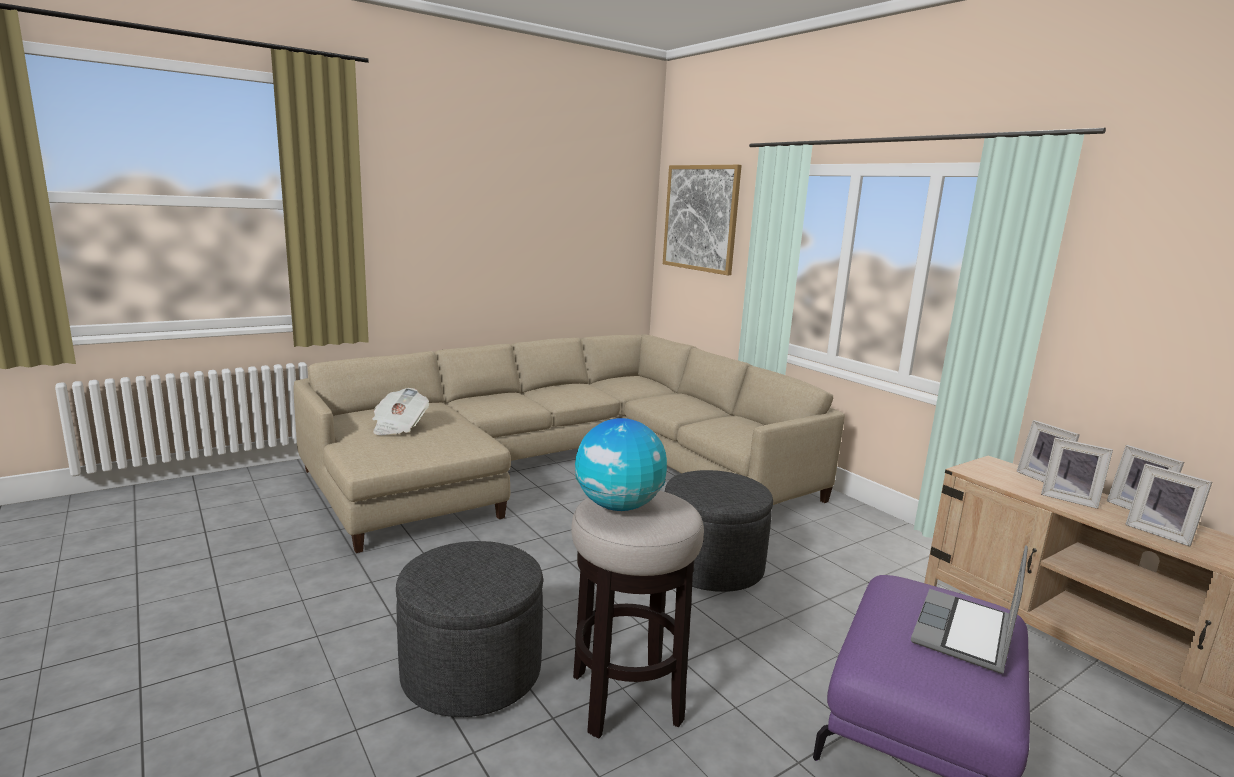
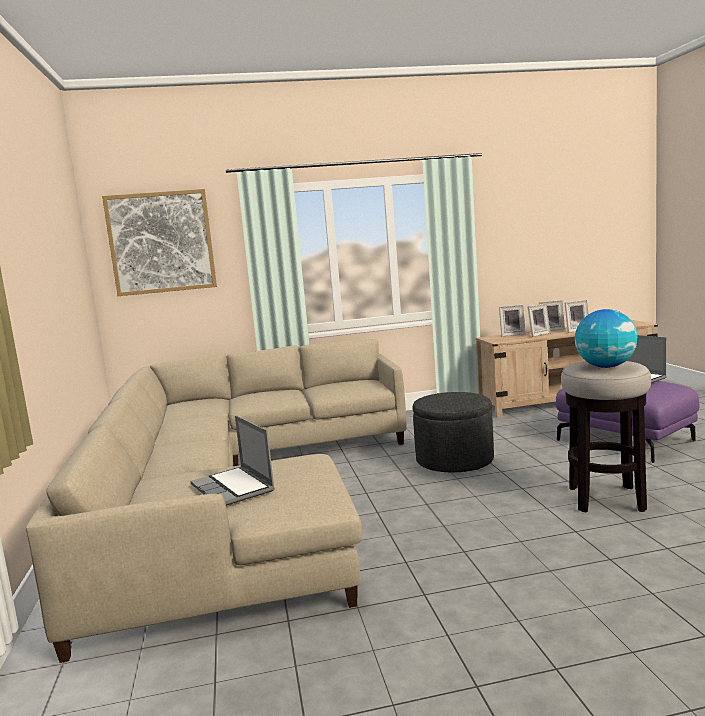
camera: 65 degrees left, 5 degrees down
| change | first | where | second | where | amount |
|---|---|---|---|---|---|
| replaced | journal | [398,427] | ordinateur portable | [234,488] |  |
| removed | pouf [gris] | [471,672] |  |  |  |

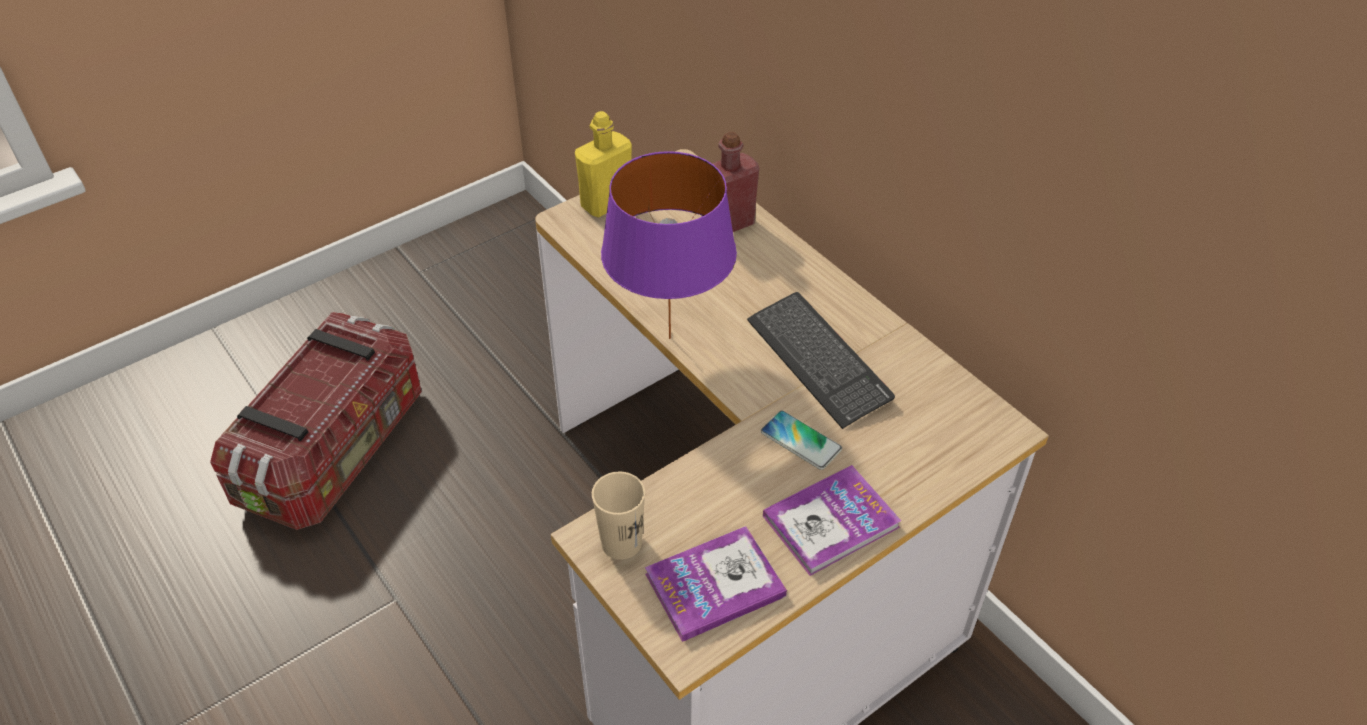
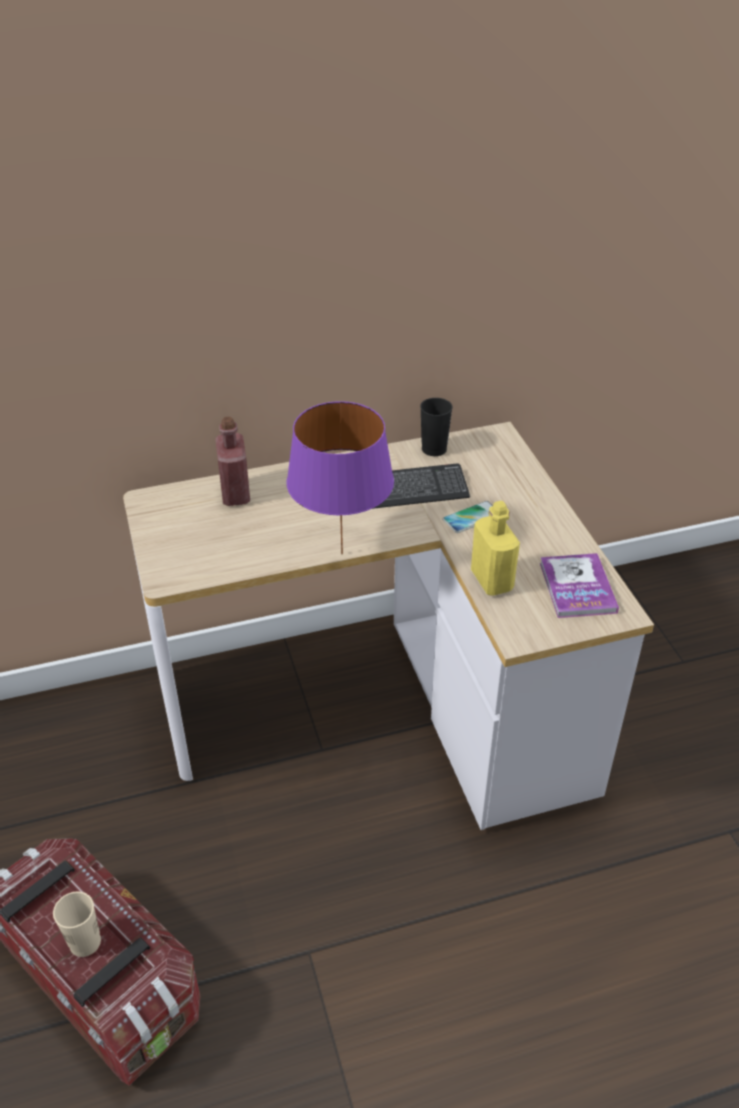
camera: 70 degrees left, 5 degrees down
| change | first | where | second | where | amount |
|---|---|---|---|---|---|
| moved | bouteille [jaune] | [606,203] |  | [491,580] |  |
| removed | livre | [831,521] |  |  |  |
| moved | tasse [beige] | [621,542] |  | [85,942] |  |
| added |  |  | tasse [noir] | [434,449] |  |

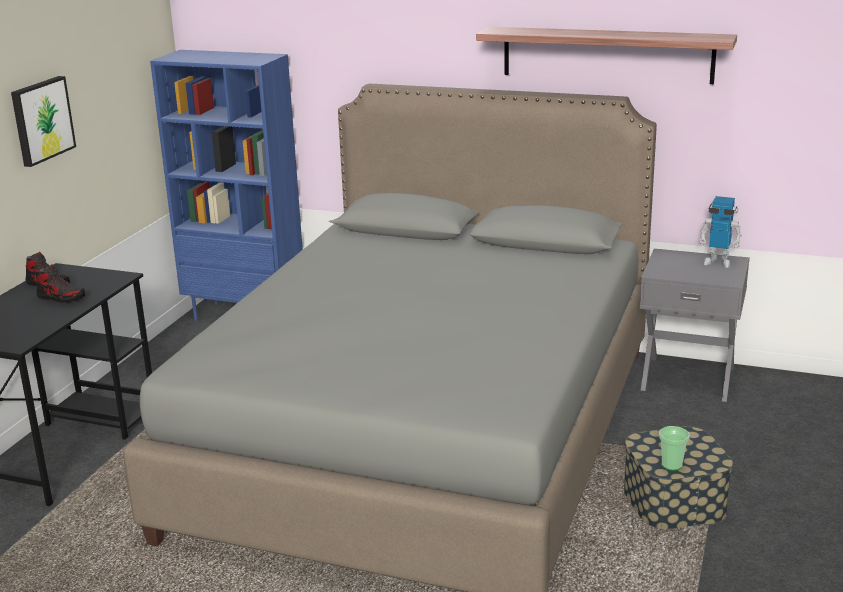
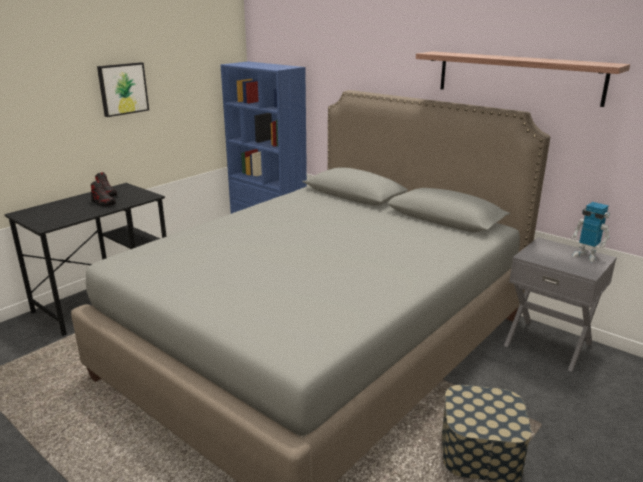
camera: 20 degrees right, 0 degrees up
| change | first | where | second | where | amount |
|---|---|---|---|---|---|
| removed | tasse | [672,465] |  |  |  |

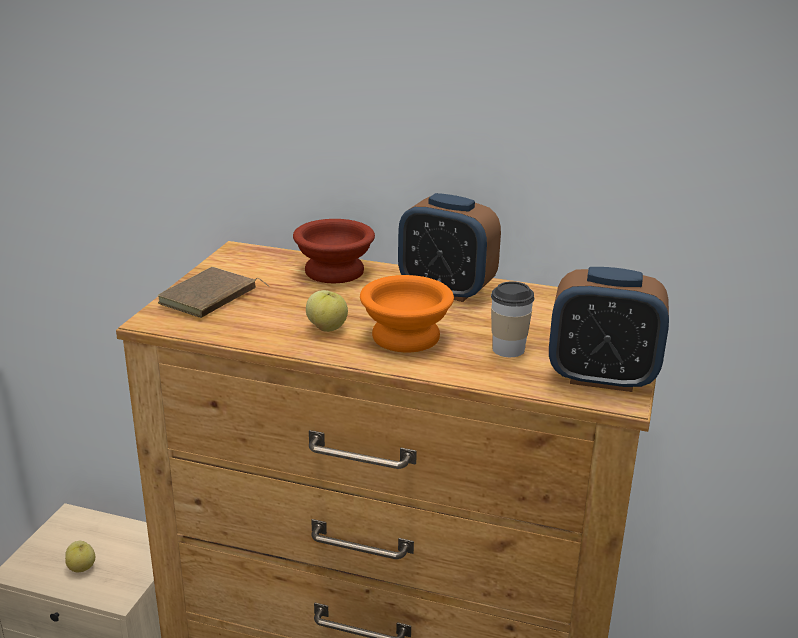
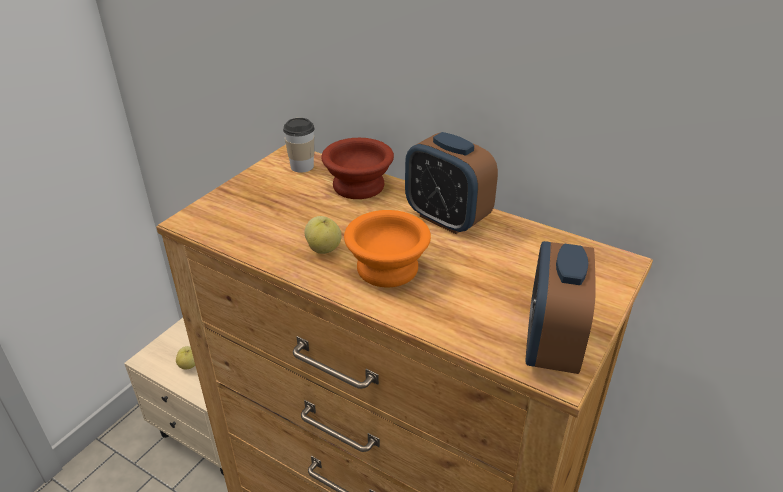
camera: 15 degrees right, 10 degrees up
| change | first | where | second | where | amount |
|---|---|---|---|---|---|
| removed | livre [marron] | [210,298] |  |  |  |
| turned | réveil | [601,378] |  | [550,346] | 75 degrees clockwise |
| moved | tasse | [508,349] |  | [302,166] |  |

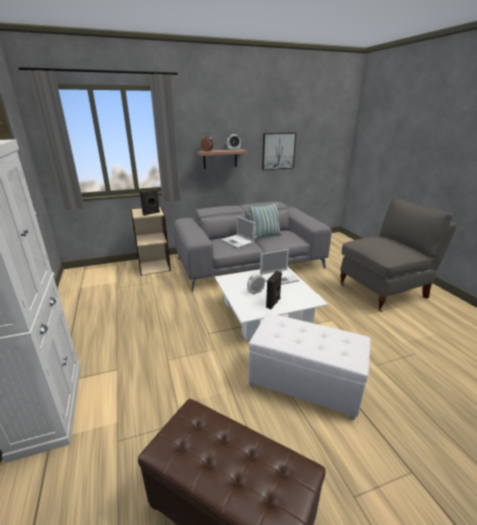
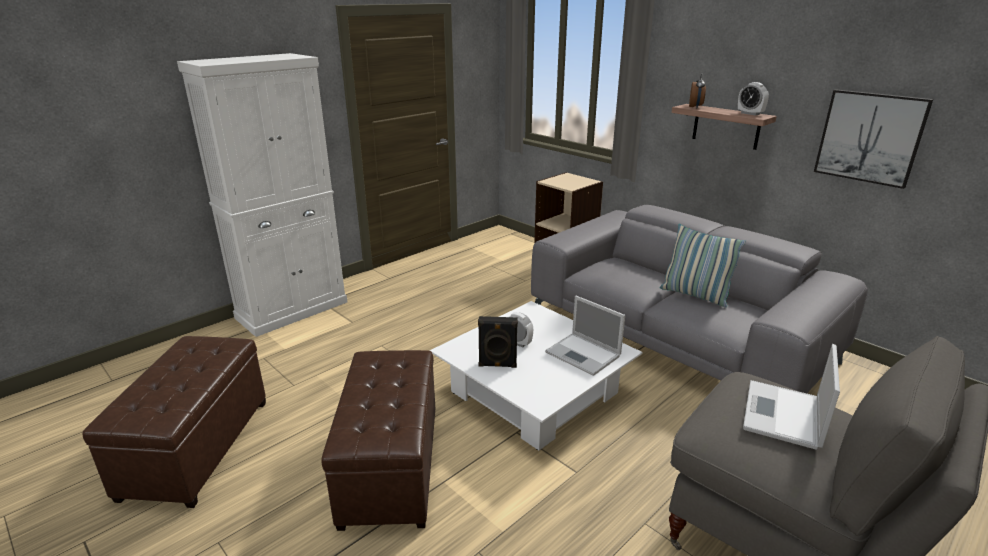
camera: 65 degrees right, 0 degrees up
| change | first | where | second | where | amount |
|---|---|---|---|---|---|
| removed | enceinte [noir] | [151,213] |  |  |  |
| moved | ordinateur portable | [238,241] |  | [783,415] |  |
| recoloured | pouf [blanc] | [304,383] | pouf [marron] | [390,467] |  |

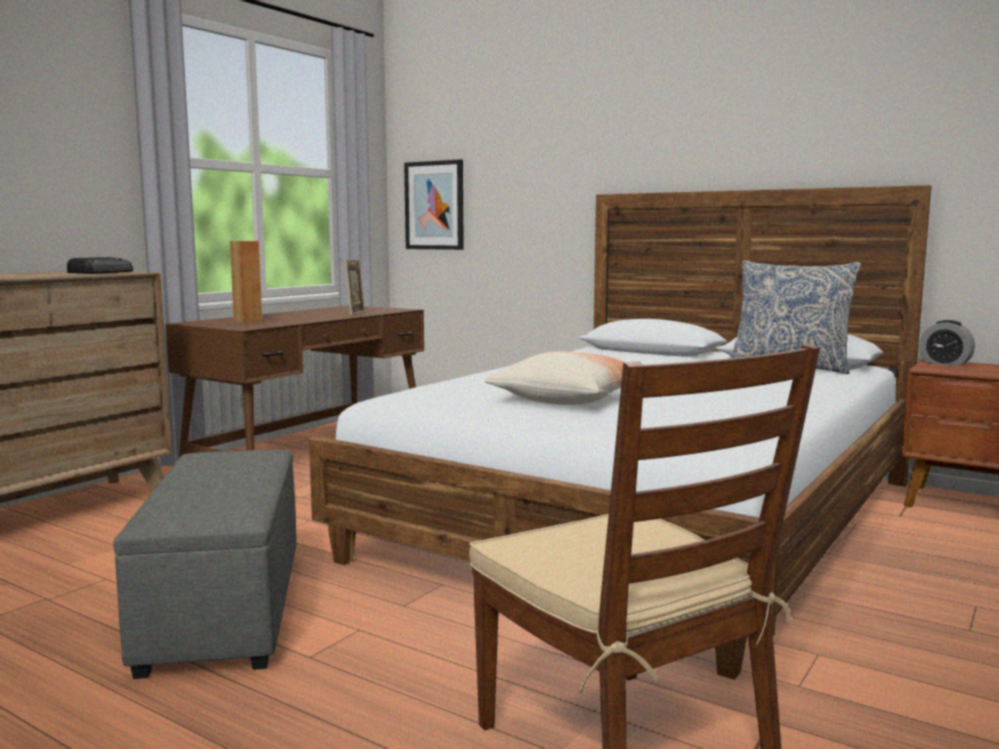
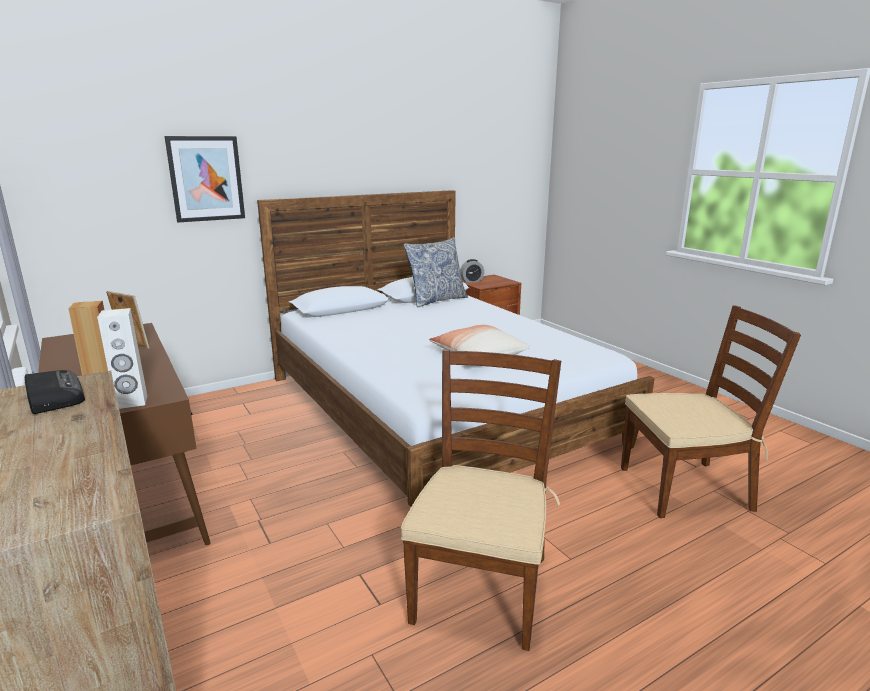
camera: 65 degrees left, 10 degrees up
| change | first | where | second | where | amount |
|---|---|---|---|---|---|
| moved | tableau | [434,205] |  | [206,179] |  |
| replaced | pouf [gris] | [224,609] | chaise [marron] | [480,587] |  |
| added |  |  | enceinte [blanc] | [132,402] |  |

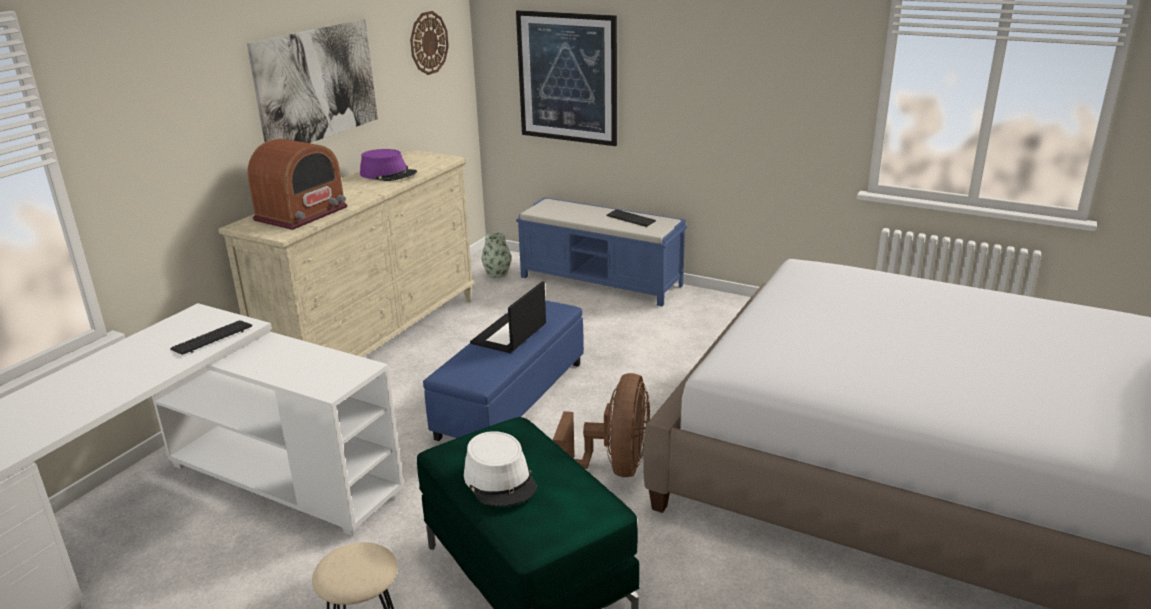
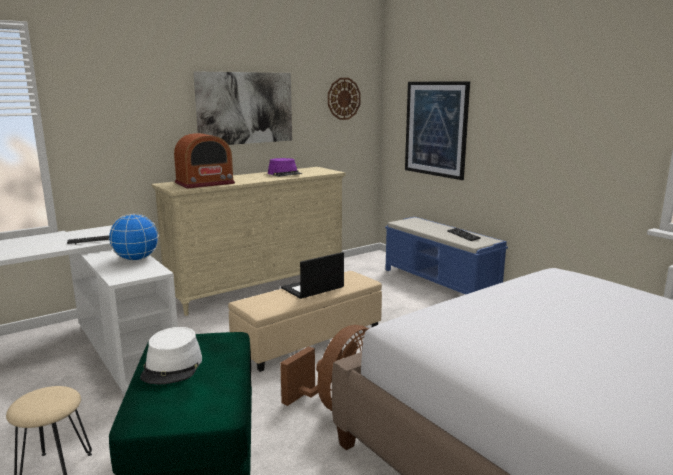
camera: 25 degrees right, 10 degrees down
| change | first | where | second | where | amount |
|---|---|---|---|---|---|
| removed | vase | [497,273] |  |  |  |
| recoloured | pouf [bleu] | [513,399] | pouf [beige] | [309,340] |  |
| added |  |  | globe | [136,259] |  |

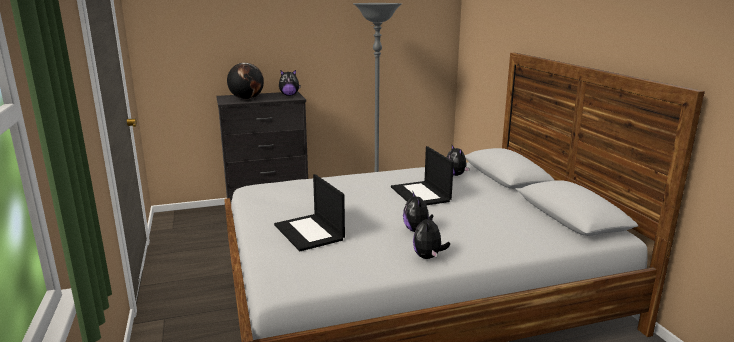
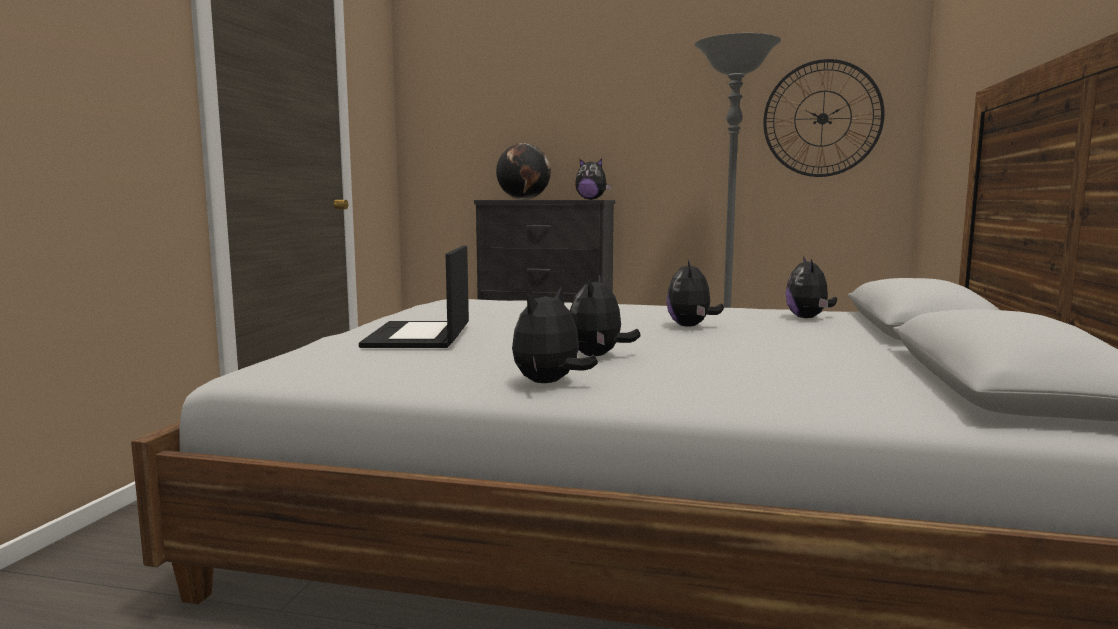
camera: 30 degrees right, 10 degrees down
| change | first | where | second | where | amount |
|---|---|---|---|---|---|
| replaced | ordinateur portable | [421,194] | peluche | [691,326] |  |
| added |  |  | horloge murale | [822,118] |  |

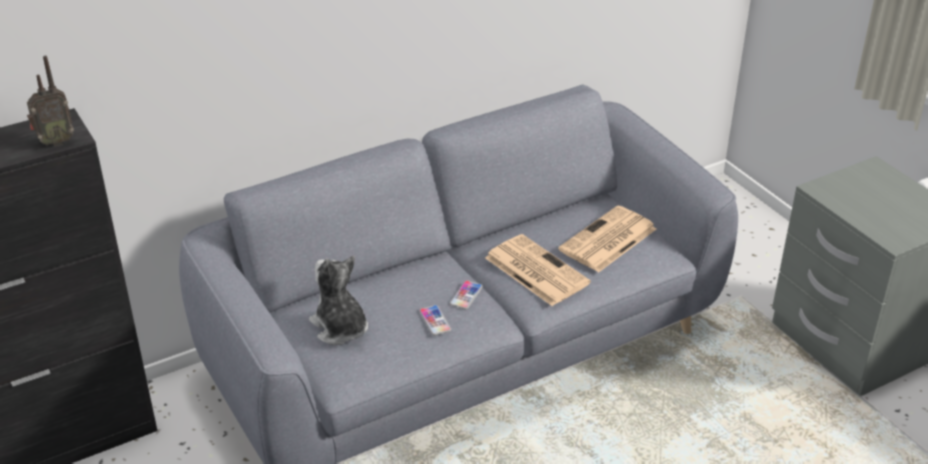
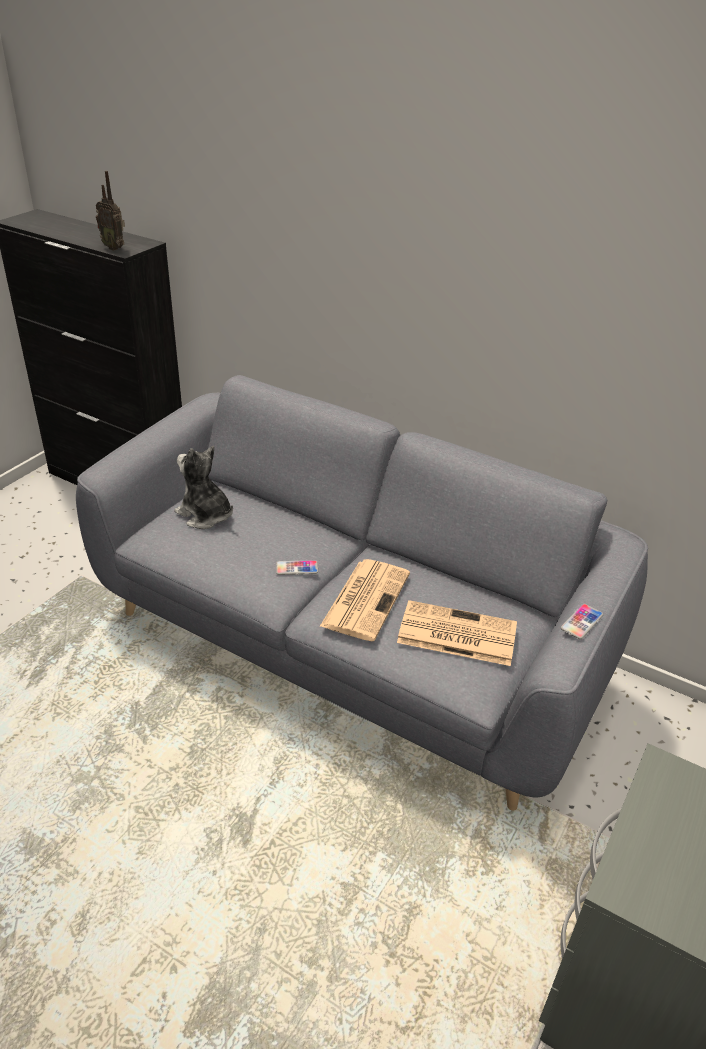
camera: 60 degrees right, 0 degrees up
| change | first | where | second | where | amount |
|---|---|---|---|---|---|
| turned | peluche | [340,328] |  | [205,515] | 75 degrees counterclockwise |
| moved | téléphone | [435,321] |  | [581,622] |  |

